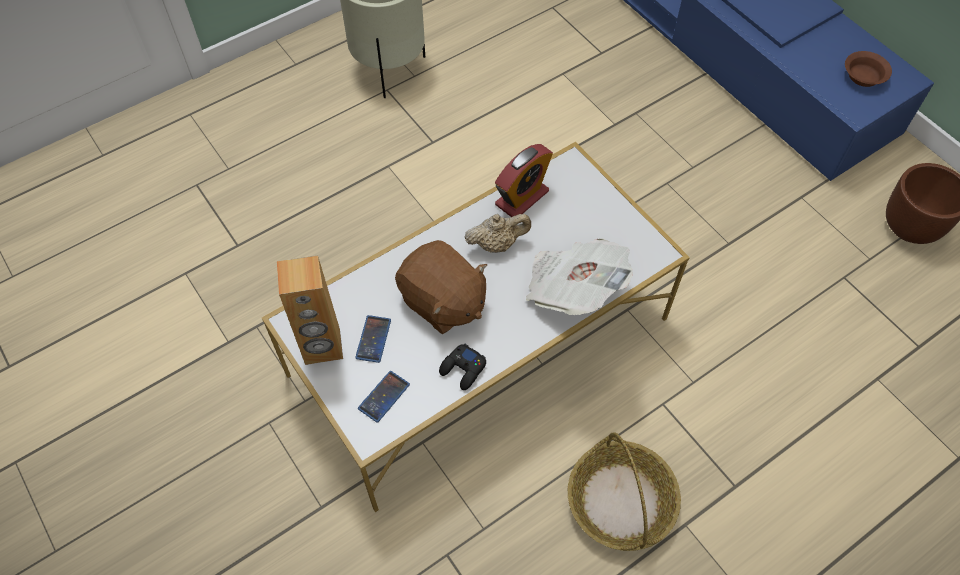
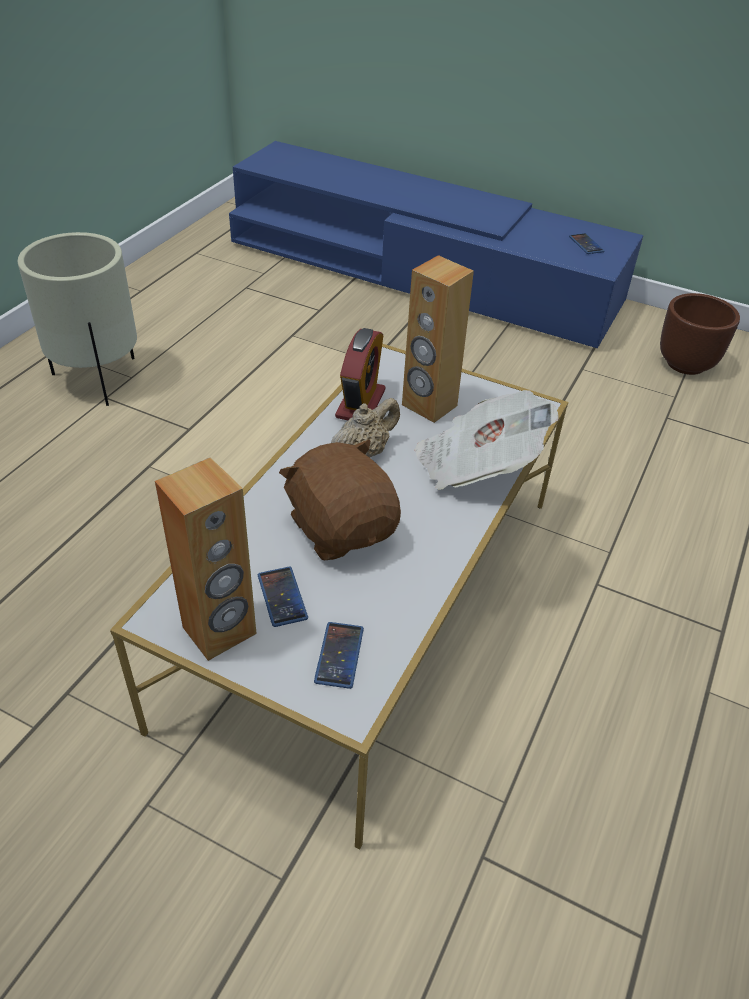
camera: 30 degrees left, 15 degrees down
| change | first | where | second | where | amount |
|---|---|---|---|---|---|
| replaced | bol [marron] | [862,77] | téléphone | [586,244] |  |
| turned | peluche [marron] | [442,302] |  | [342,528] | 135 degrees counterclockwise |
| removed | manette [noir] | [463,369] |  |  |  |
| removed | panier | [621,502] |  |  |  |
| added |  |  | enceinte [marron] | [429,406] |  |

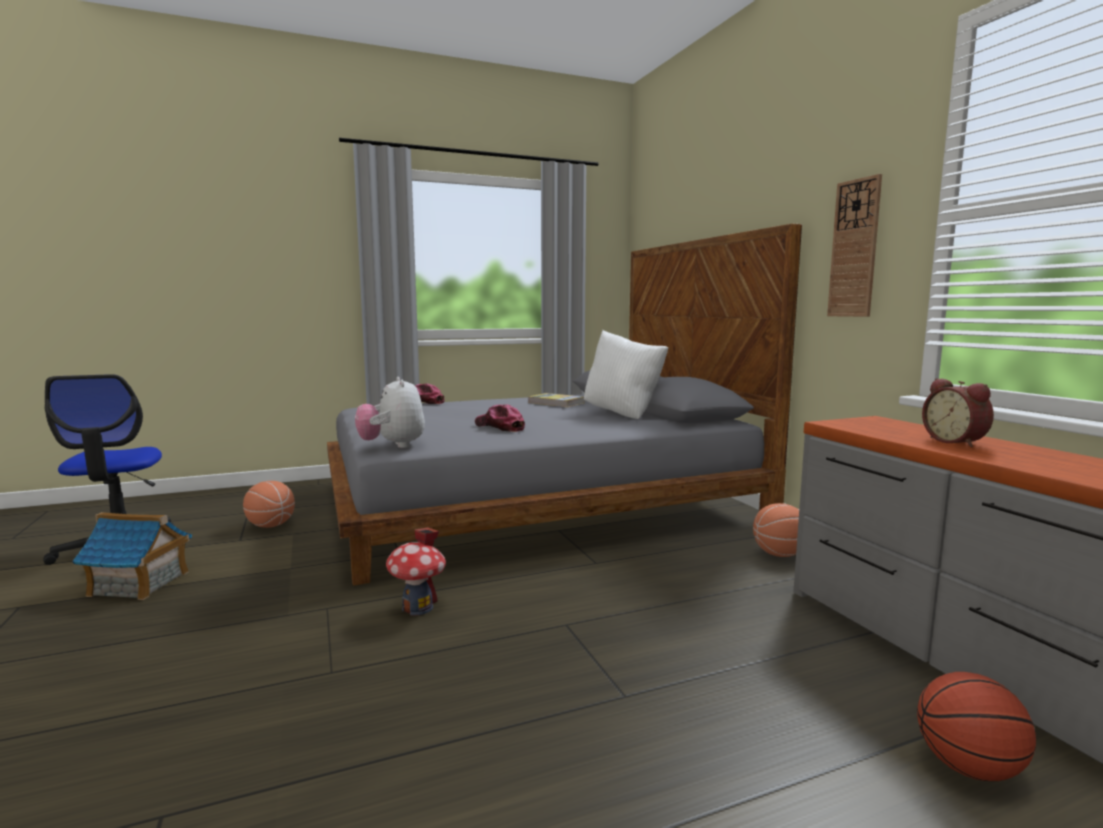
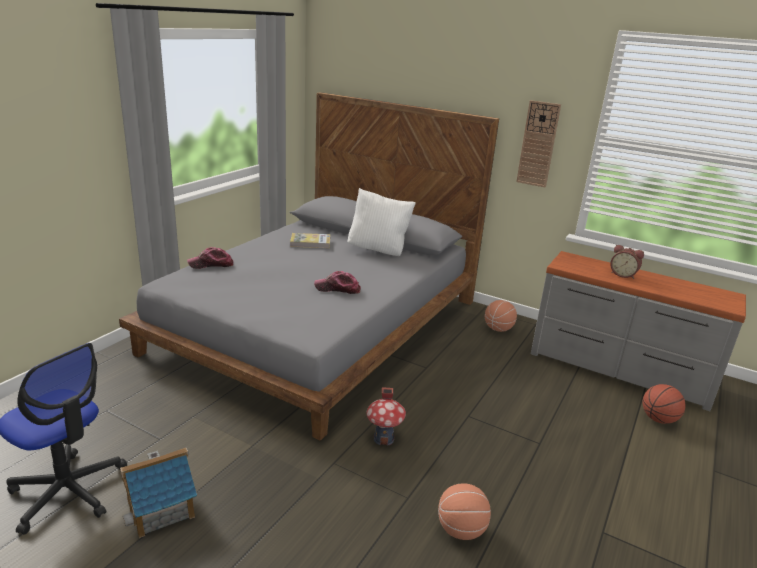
camera: 40 degrees left, 15 degrees up
| change | first | where | second | where | amount |
|---|---|---|---|---|---|
| removed | peluche | [392,446] |  |  |  |
| moved | ballon de basket | [271,525] |  | [461,530] |  |

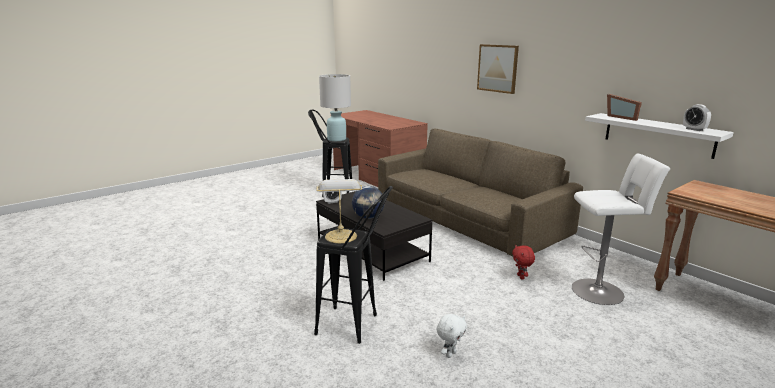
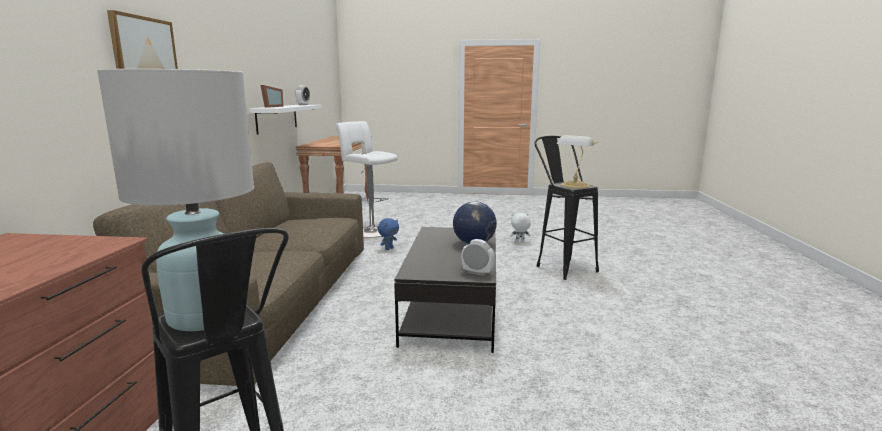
camera: 135 degrees left, 5 degrees down
| change | first | where | second | where | amount |
|---|---|---|---|---|---|
| recoloured | peluche [rouge] | [521,277] | peluche [bleu] | [389,248] |  |

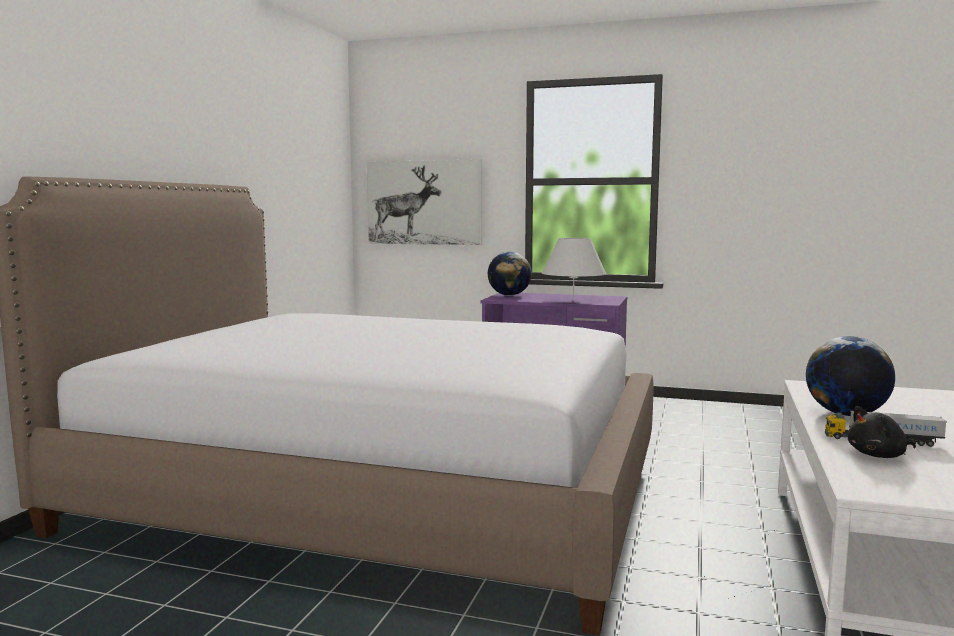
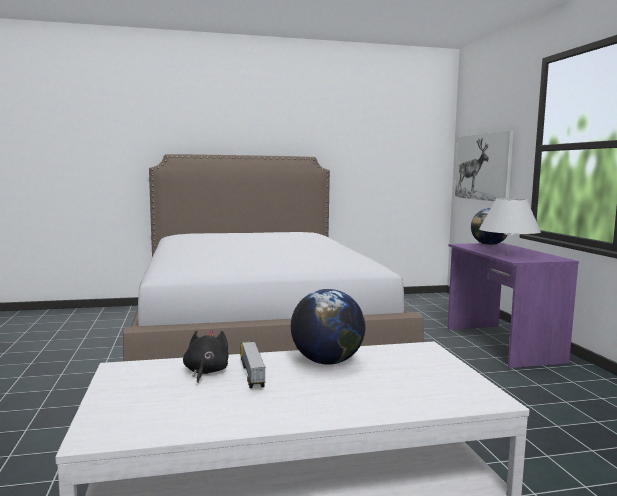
camera: 60 degrees right, 0 degrees up
| change | first | where | second | where | amount |
|---|---|---|---|---|---|
| turned | peluche [noir] | [879,455] |  | [205,372] | 45 degrees clockwise |

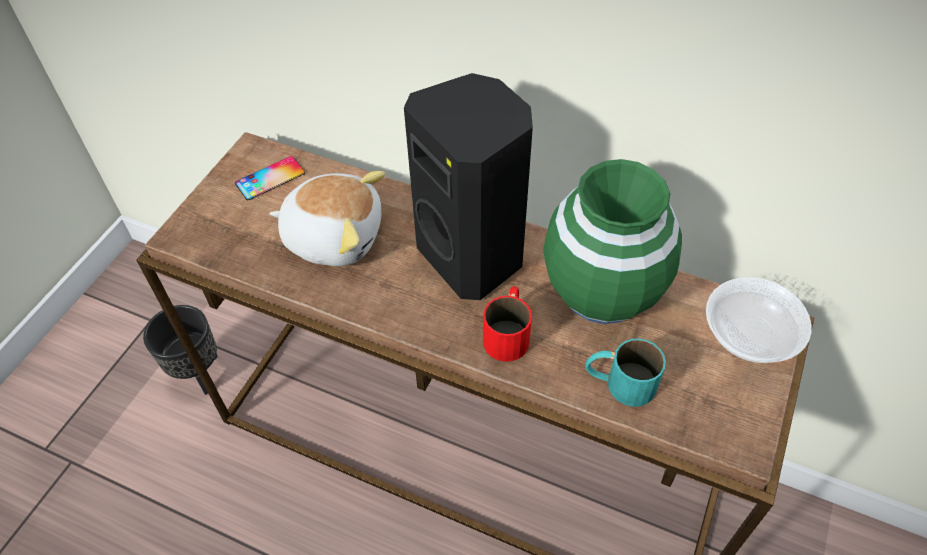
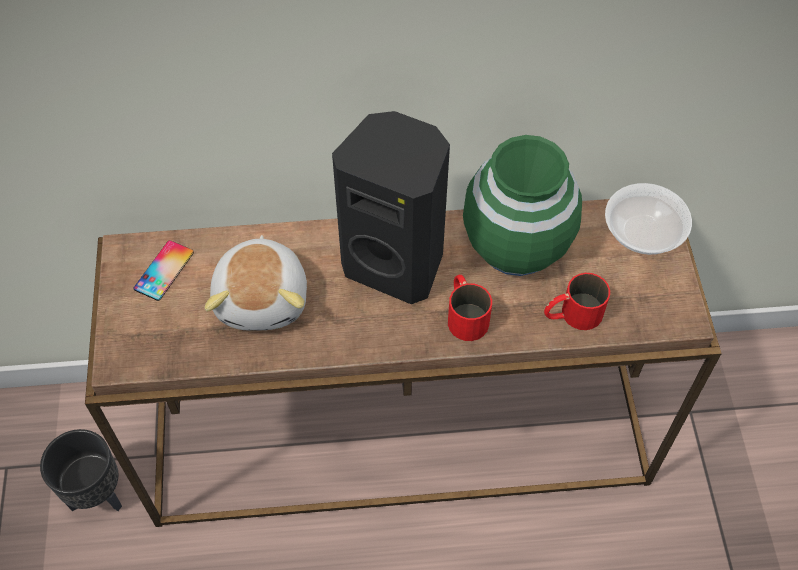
camera: 30 degrees left, 5 degrees up
| change | first | where | second | where | amount |
|---|---|---|---|---|---|
| turned | peluche | [334,236] |  | [263,298] | 105 degrees clockwise |
| recoloured | mug [turquoise] | [619,382] | mug [rouge] | [572,314] |  |

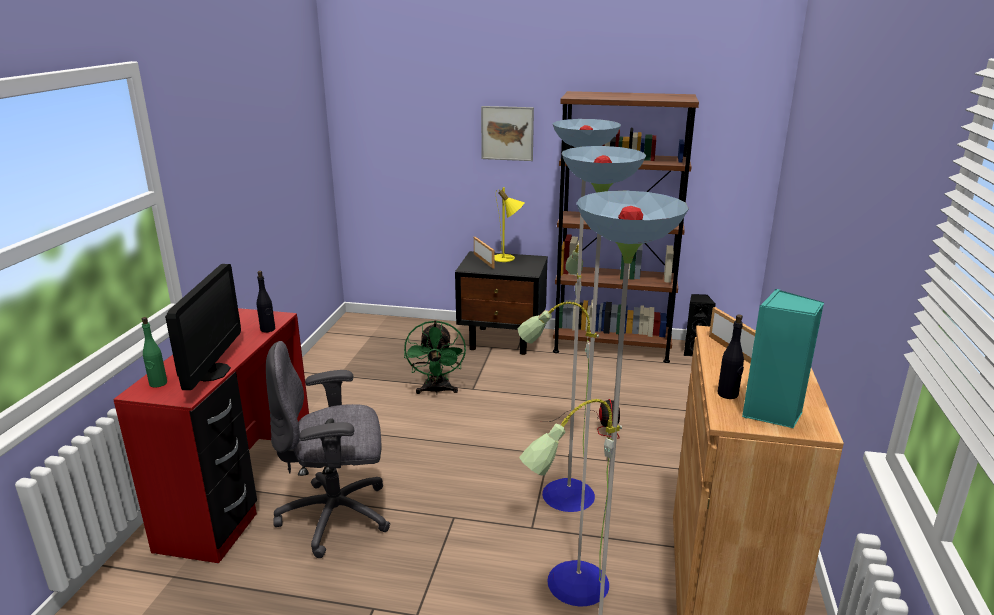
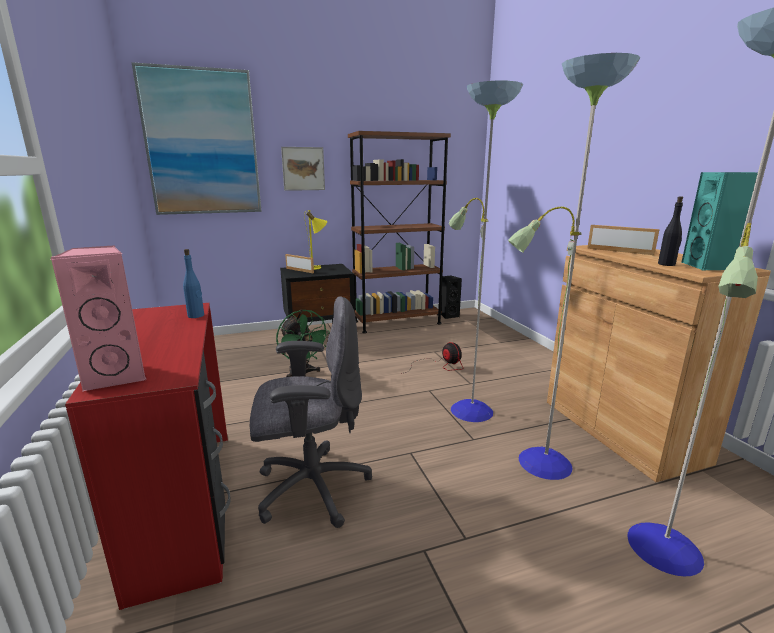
camera: 30 degrees left, 5 degrees down
| change | first | where | second | where | amount |
|---|---|---|---|---|---|
| removed | écran d'ordinateur | [212,372] |  |  |  |
| recoloured | bouteille [noir] | [268,329] | bouteille [bleu] | [196,316] |  |
| replaced | bouteille [vert] | [158,383] | enceinte [rose] | [118,376] |  |
| turned | chaise de bureau [gris] | [337,516] |  | [311,488] | 150 degrees counterclockwise |
| added |  |  | tableau | [202,143] |  |

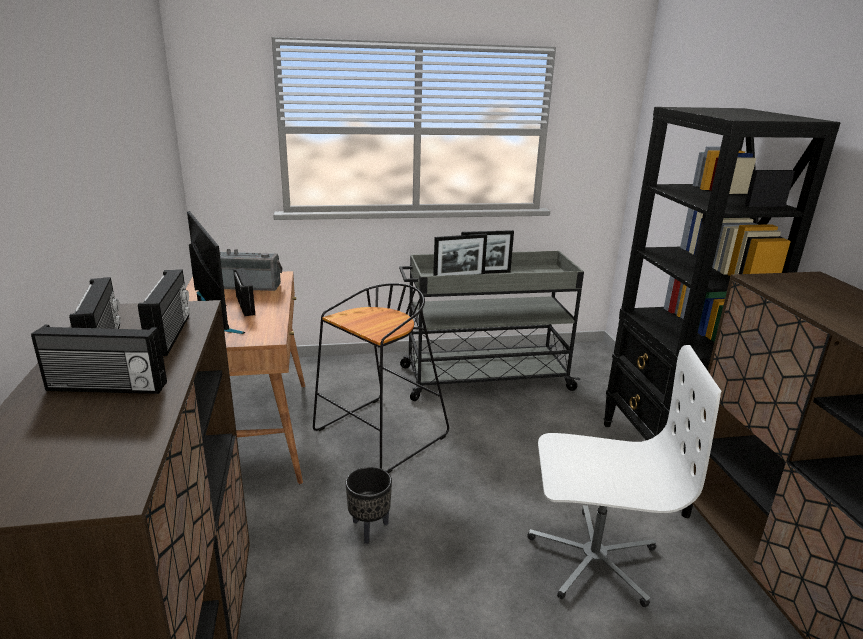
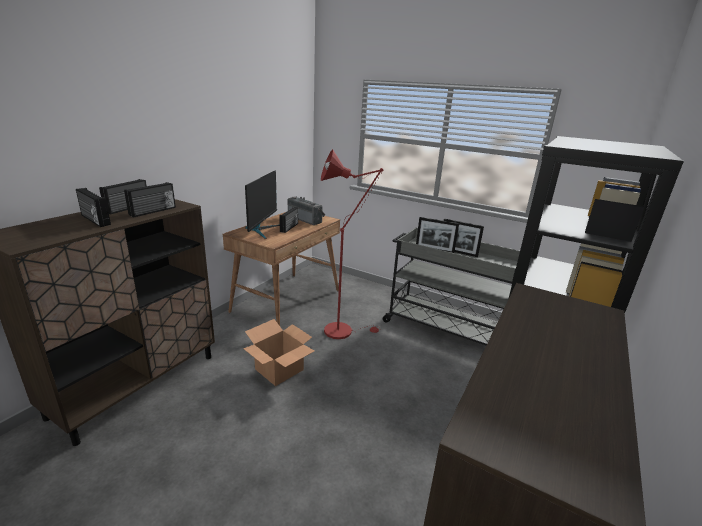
camera: 40 degrees right, 0 degrees up
| change | first | where | second | where | amount |
|---|---|---|---|---|---|
| replaced | tabouret [noir] | [380,435] | lampadaire [rouge] | [343,330] |  |
| removed | chaise de bureau [blanc] | [592,557] |  |  |  |
| replaced | cache-pot [noir] | [369,528] | carton | [279,369] |  |

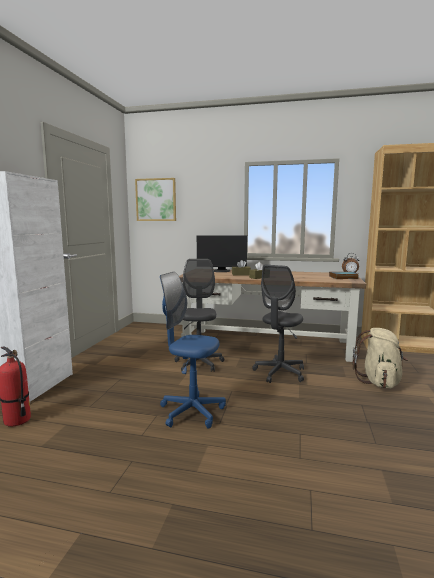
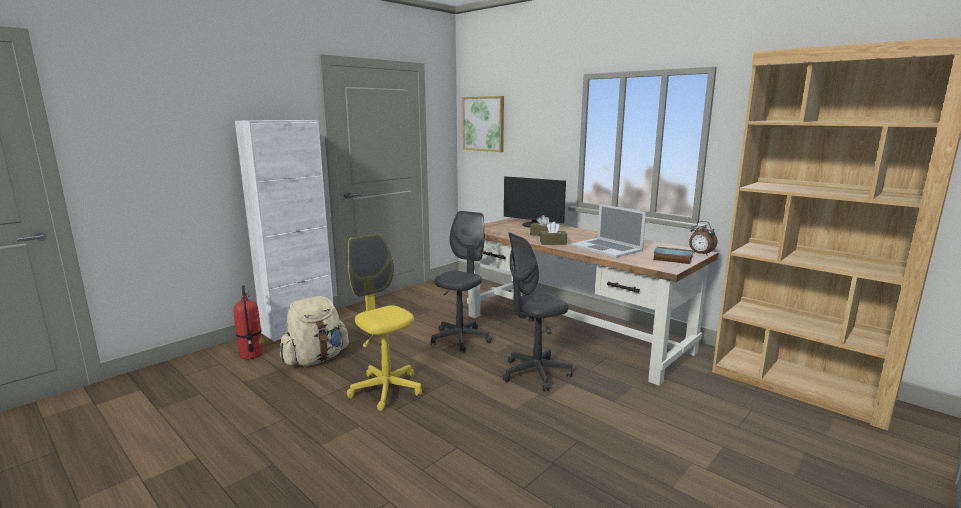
camera: 30 degrees right, 5 degrees up
| change | first | where | second | where | amount |
|---|---|---|---|---|---|
| recoloured | chaise de bureau [bleu] | [192,412] | chaise de bureau [jaune] | [386,390] |  |
| moved | sac à dos [beige] | [379,382] |  | [316,359] |  |
| added |  |  | ordinateur portable | [606,248] |  |

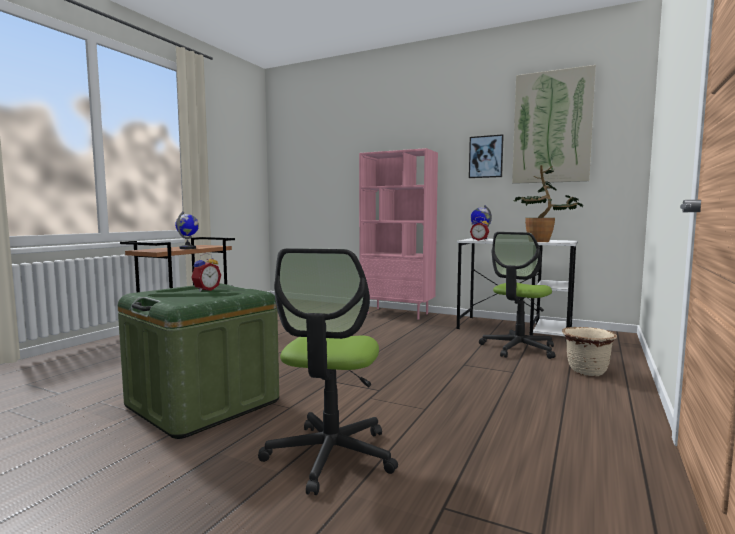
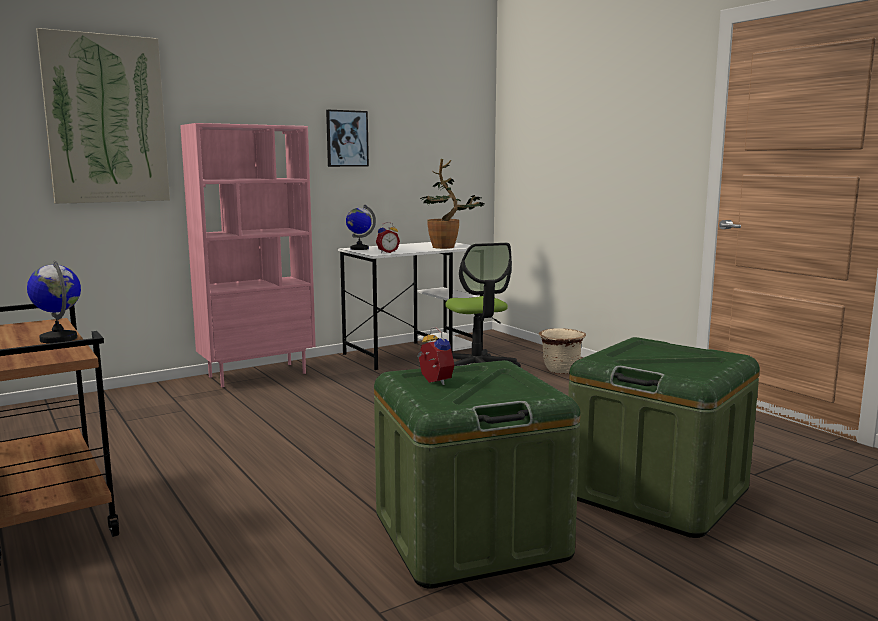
camera: 60 degrees left, 5 degrees up
| change | first | where | second | where | amount |
|---|---|---|---|---|---|
| moved | tableau | [552,127] |  | [106,119] |  |
| replaced | chaise de bureau | [330,456] | boîte de rangement [vert] | [657,493] |  |

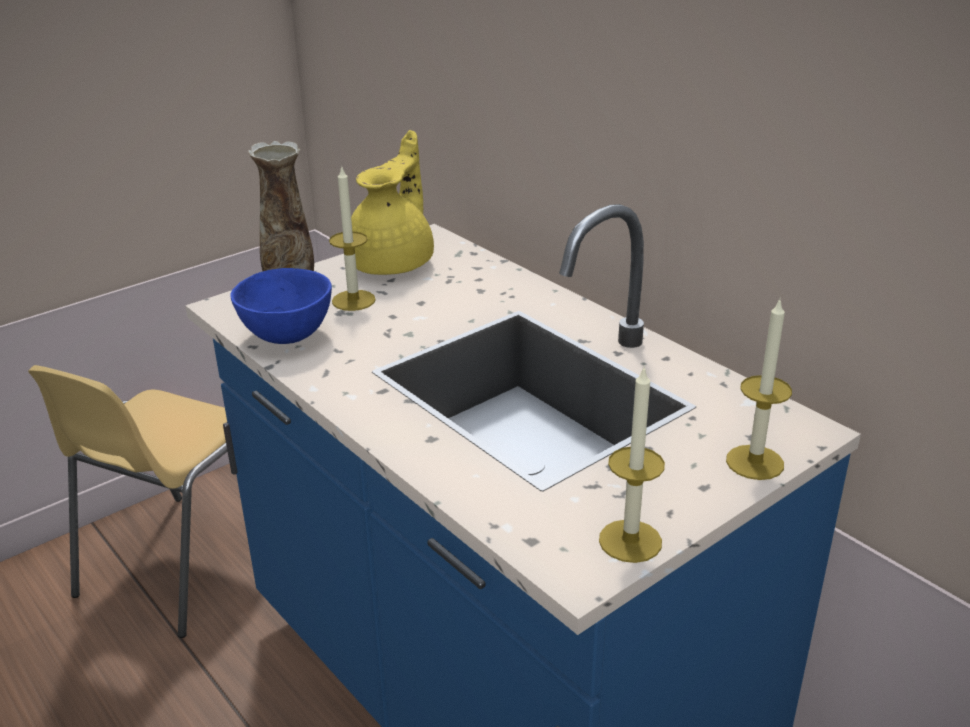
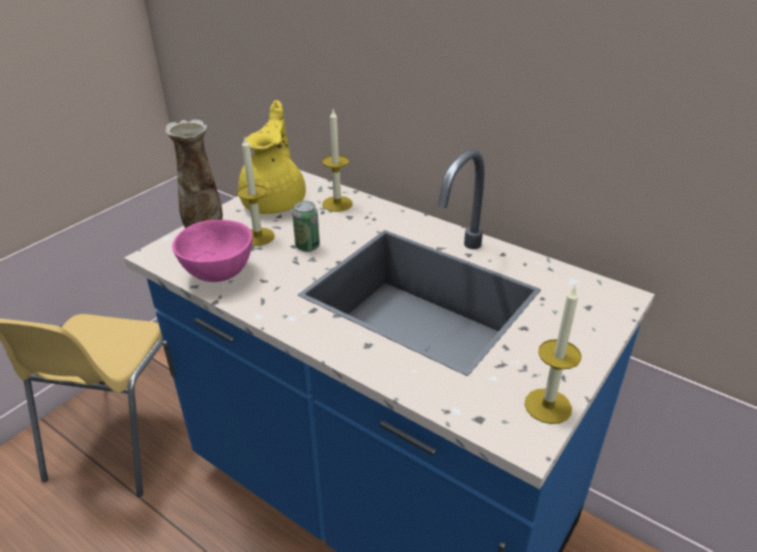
camera: 15 degrees left, 5 degrees up
| change | first | where | second | where | amount |
|---|---|---|---|---|---|
| recoloured | bol [bleu] | [286,337] | bol [rose] | [218,274] |  |
| moved | bougie | [754,462] |  | [337,204] |  |
| added |  |  | boîte métallique | [307,246] |  |

